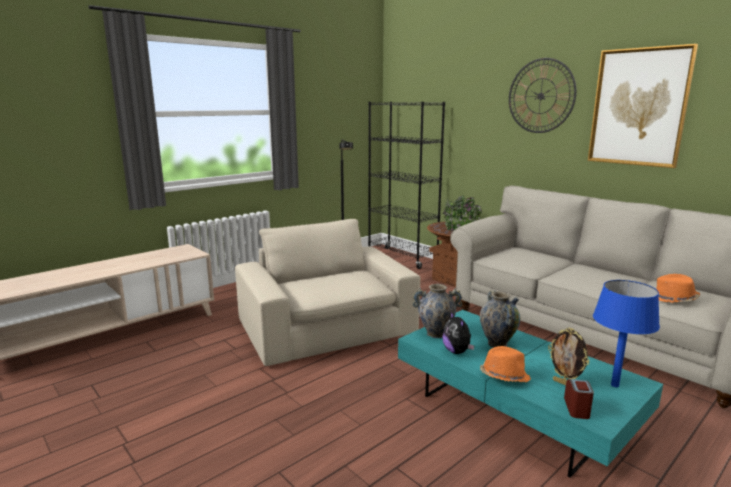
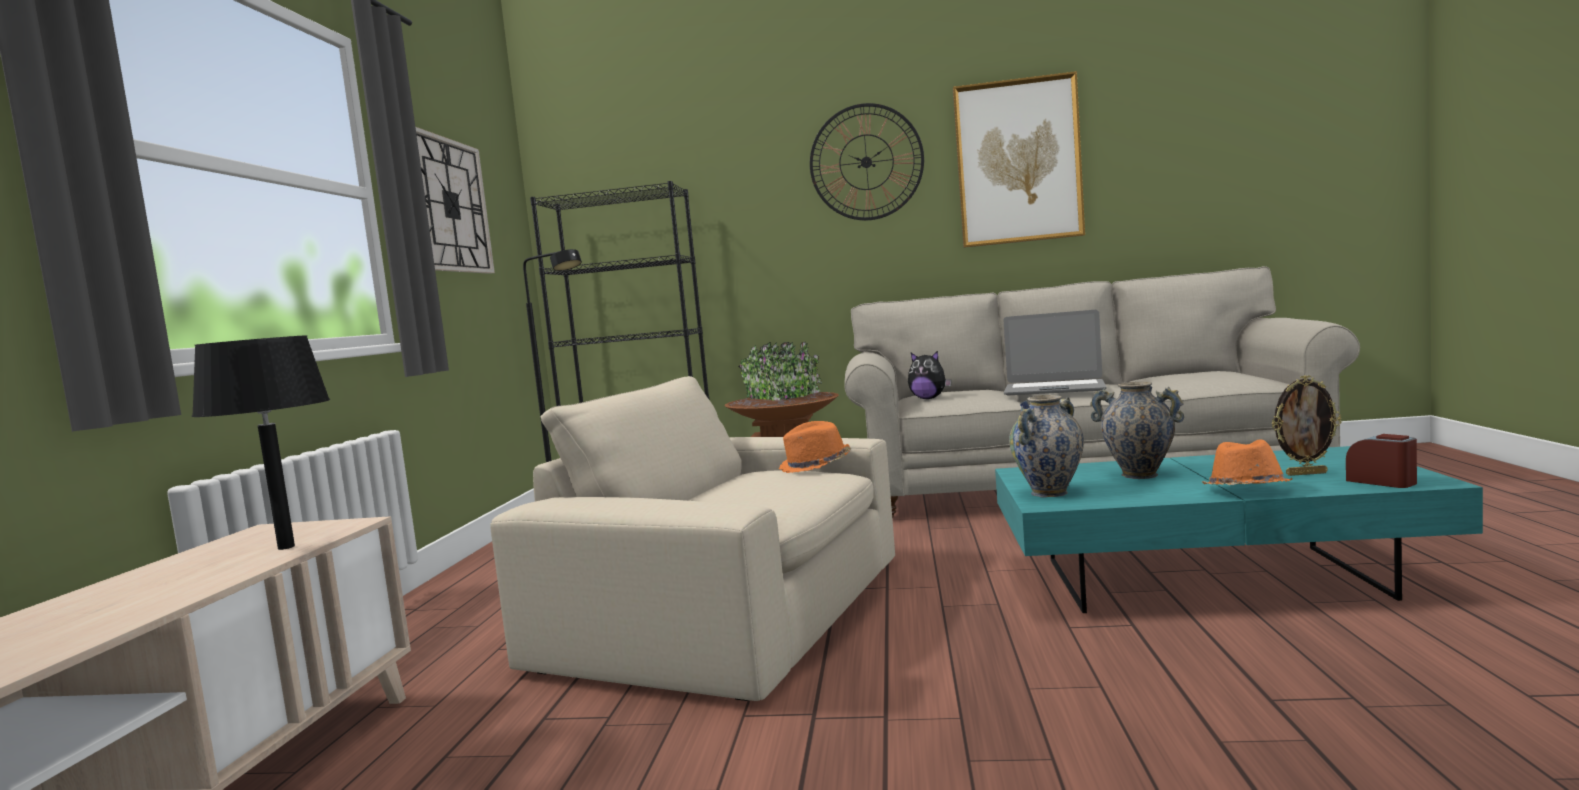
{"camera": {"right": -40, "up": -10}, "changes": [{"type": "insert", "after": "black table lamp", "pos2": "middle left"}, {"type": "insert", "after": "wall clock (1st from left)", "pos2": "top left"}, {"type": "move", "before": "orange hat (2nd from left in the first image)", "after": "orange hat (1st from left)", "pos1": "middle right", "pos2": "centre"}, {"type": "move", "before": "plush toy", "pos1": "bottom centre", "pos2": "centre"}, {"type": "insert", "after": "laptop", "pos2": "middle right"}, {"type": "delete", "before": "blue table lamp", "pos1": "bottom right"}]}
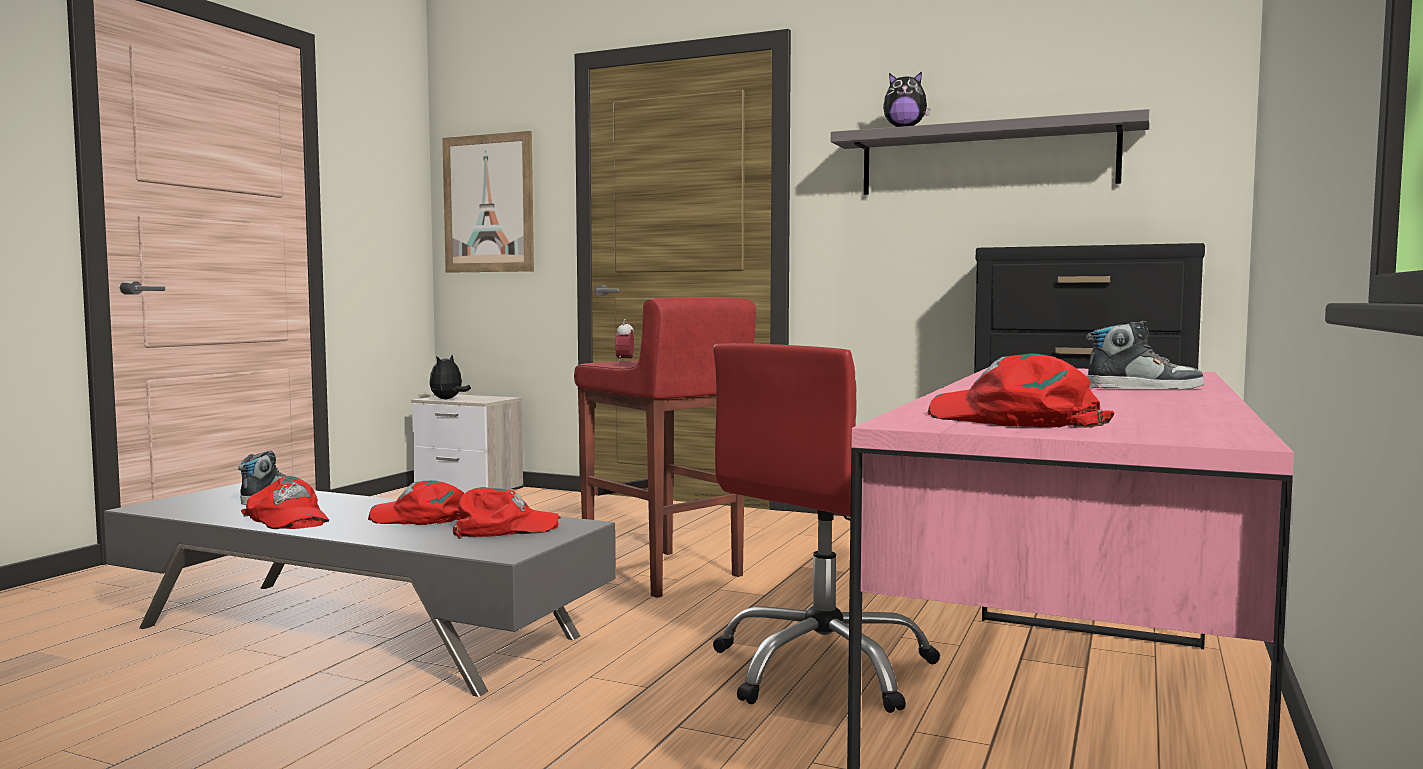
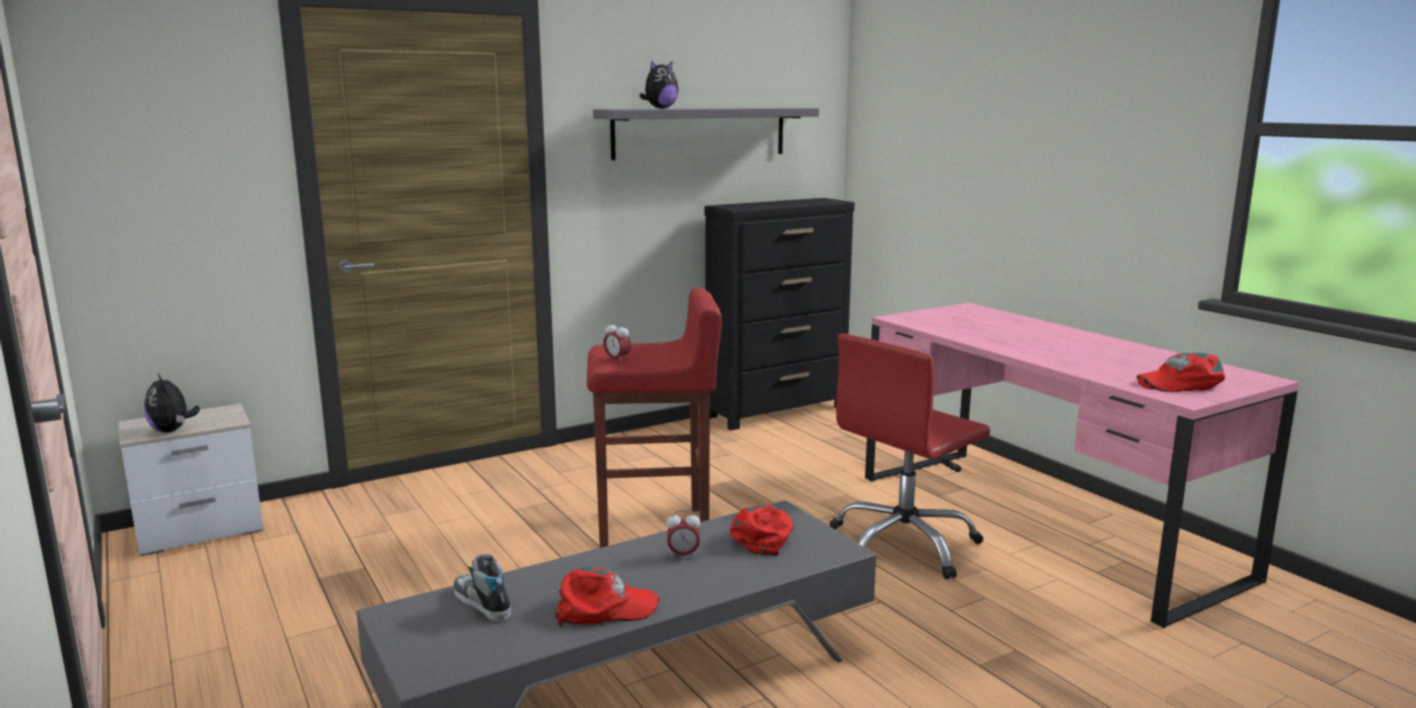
{"camera": {"right": -55, "up": 10}, "changes": [{"type": "replace", "before": "red cap (2nd from left)", "after": "alarm clock (2nd from left)", "pos1": "middle left", "pos2": "bottom centre"}, {"type": "rotate", "before": "red office chair", "pos1": "bottom centre", "pos2": "centre", "turn": 60}, {"type": "delete", "before": "picture", "pos1": "top centre"}, {"type": "delete", "before": "shoe (2nd from left)", "pos1": "middle right"}]}
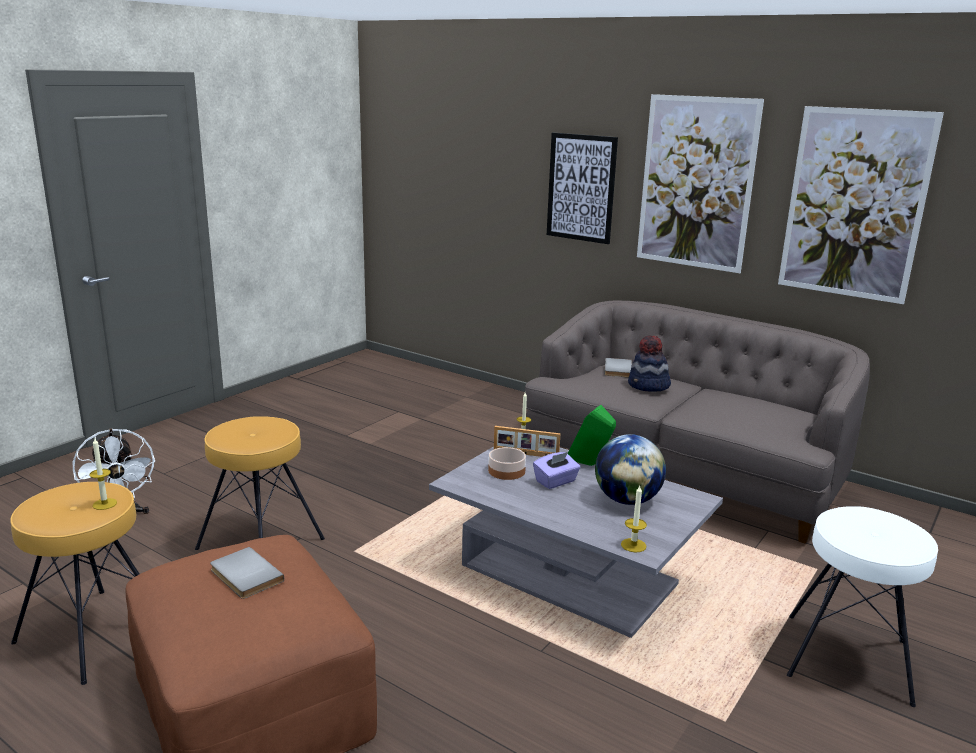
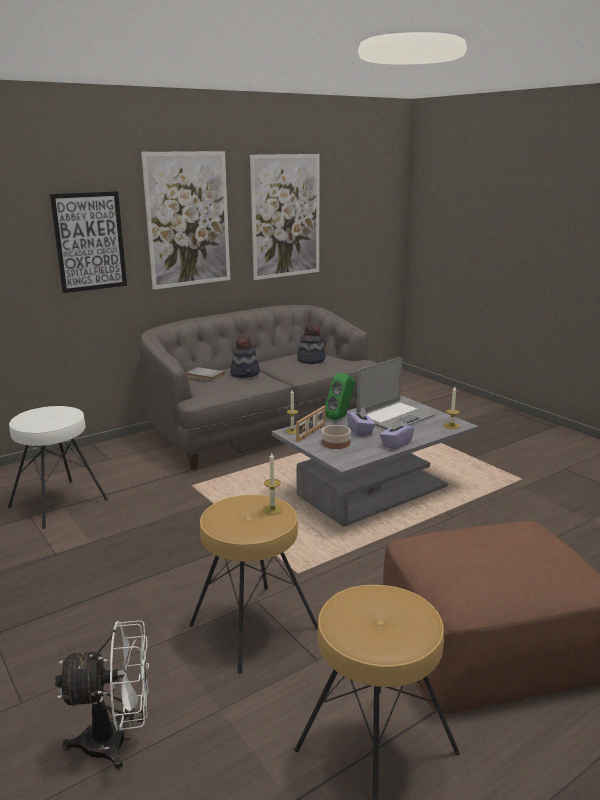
{"camera": {"right": -70, "up": 0}, "changes": [{"type": "move", "before": "white stool", "pos1": "bottom right", "pos2": "middle left"}, {"type": "move", "before": "candle (1st from left)", "pos1": "middle left", "pos2": "centre"}, {"type": "insert", "after": "hat (2nd from left)", "pos2": "centre"}, {"type": "replace", "before": "globe", "after": "laptop", "pos1": "centre", "pos2": "centre"}, {"type": "insert", "after": "purple tissue box (2nd from left)", "pos2": "centre"}, {"type": "delete", "before": "grey book (1st from left)", "pos1": "bottom left"}]}
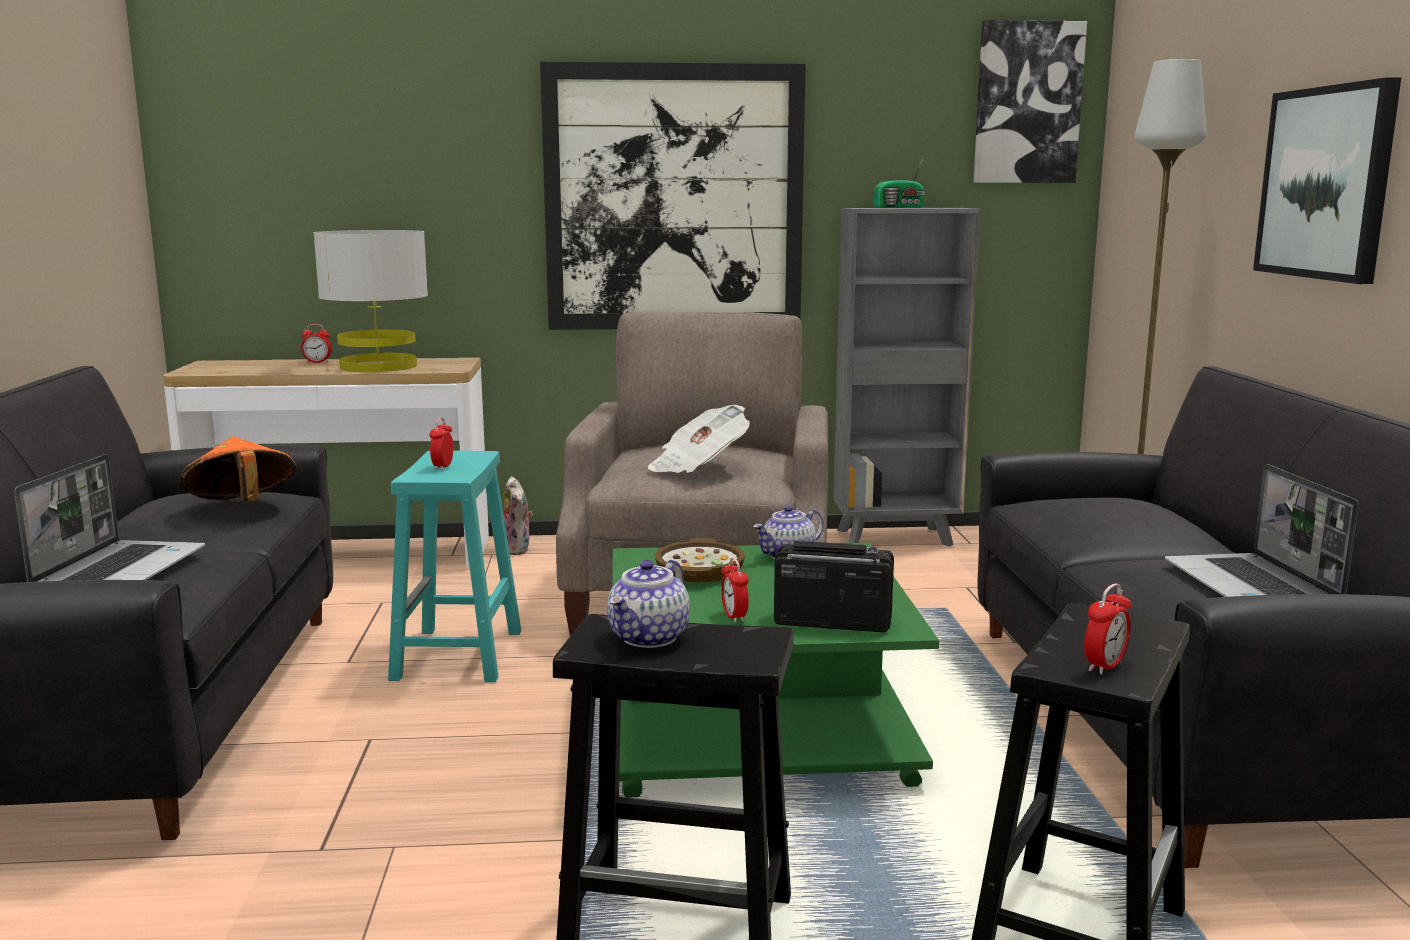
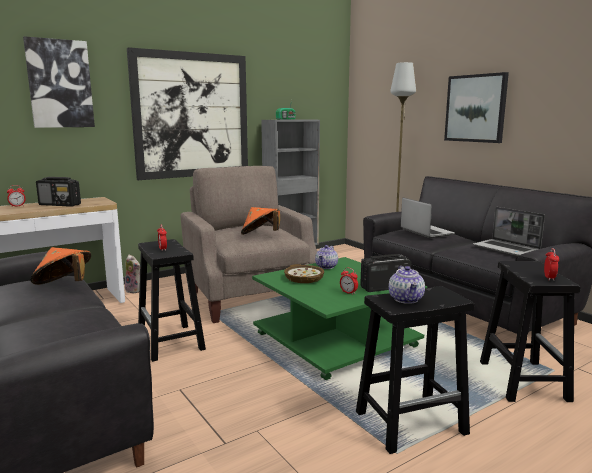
{"camera": {"right": -30, "up": 0}, "changes": [{"type": "move", "before": "picture (2nd from left in the first image)", "after": "picture (1st from left)", "pos1": "top right", "pos2": "top left"}, {"type": "replace", "before": "grey table lamp", "after": "radio (1st from left)", "pos1": "top left", "pos2": "middle left"}, {"type": "recolor", "before": "turquoise stool", "after": "black stool (1st from left)", "pos1": "middle left", "pos2": "middle left"}, {"type": "replace", "before": "newspaper", "after": "orange hat (2nd from left)", "pos1": "centre", "pos2": "centre"}, {"type": "move", "before": "laptop (1st from left)", "pos1": "middle left", "pos2": "middle right"}]}
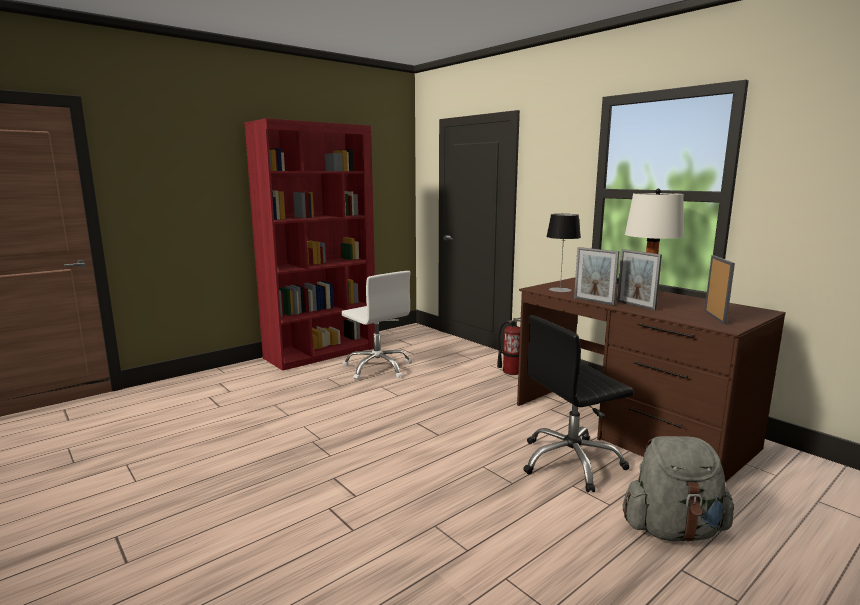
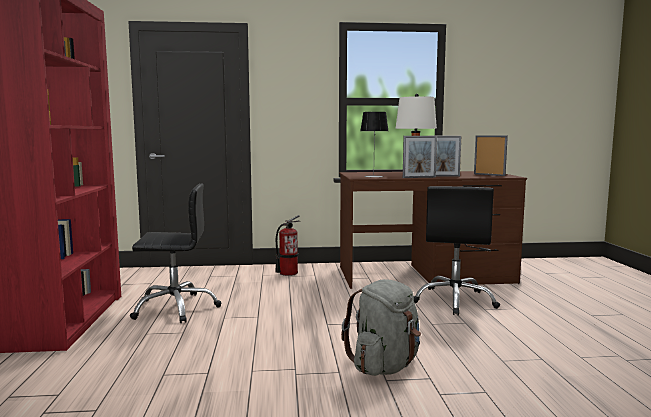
{"camera": {"right": -55, "up": -5}, "changes": [{"type": "recolor", "before": "white office chair", "after": "black office chair (1st from left)", "pos1": "centre", "pos2": "middle left"}, {"type": "move", "before": "grey backpack", "pos1": "bottom right", "pos2": "bottom centre"}]}
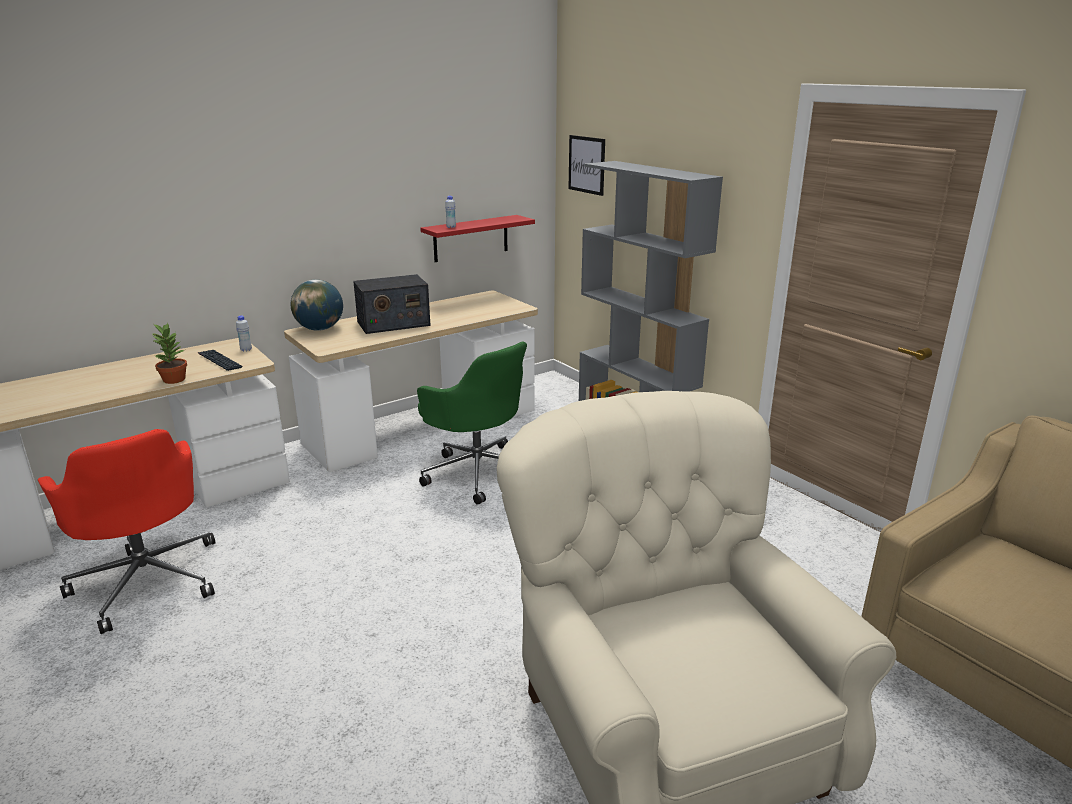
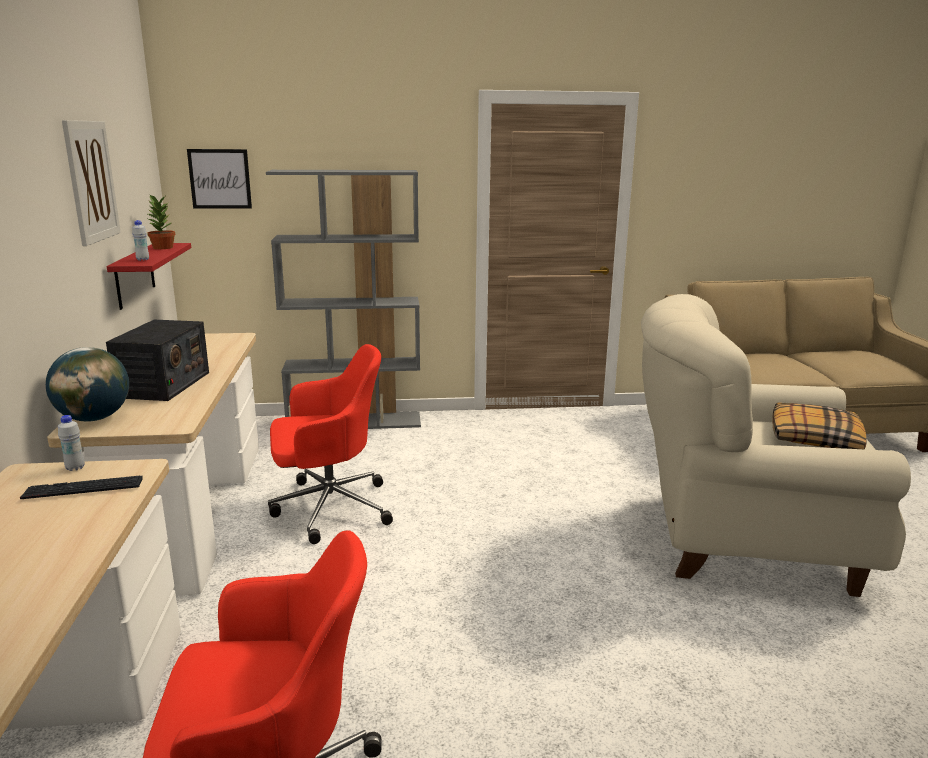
{"camera": {"right": -60, "up": -5}, "changes": [{"type": "insert", "after": "picture (1st from left)", "pos2": "top left"}, {"type": "move", "before": "potted plant", "pos1": "middle left", "pos2": "top left"}, {"type": "recolor", "before": "green office chair", "after": "red office chair (2nd from left)", "pos1": "centre", "pos2": "centre"}, {"type": "insert", "after": "pillow", "pos2": "middle right"}]}
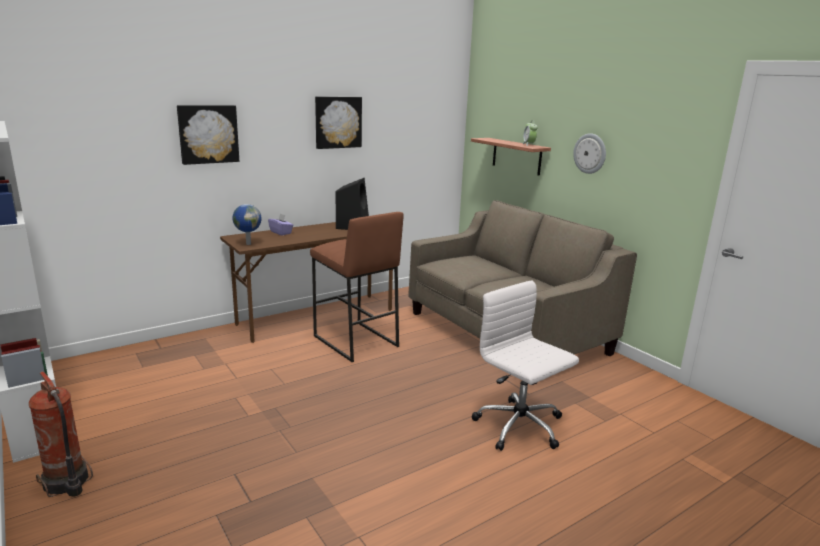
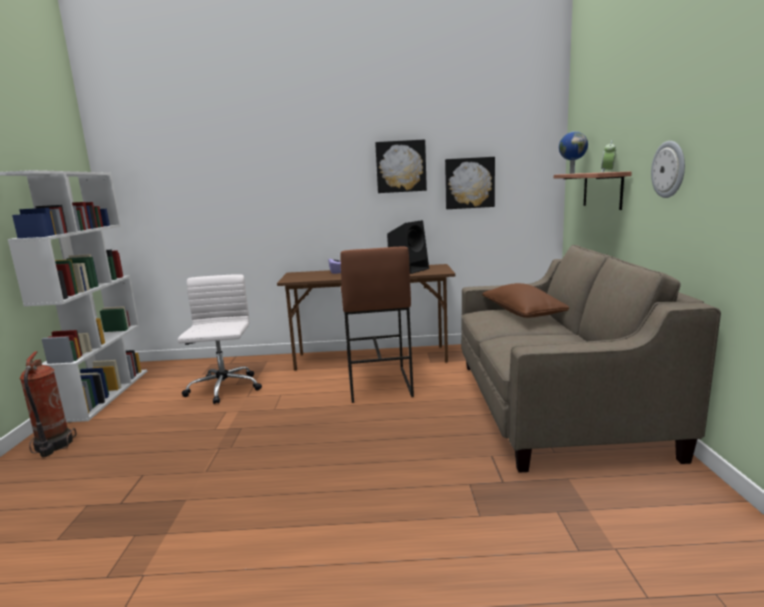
{"camera": {"right": 35, "up": -5}, "changes": [{"type": "move", "before": "white office chair", "pos1": "bottom centre", "pos2": "middle left"}, {"type": "move", "before": "picture (1st from left in the first image)", "after": "picture (2nd from left)", "pos1": "top left", "pos2": "top centre"}, {"type": "insert", "after": "brown pillow", "pos2": "middle right"}, {"type": "move", "before": "globe", "pos1": "middle left", "pos2": "top right"}]}
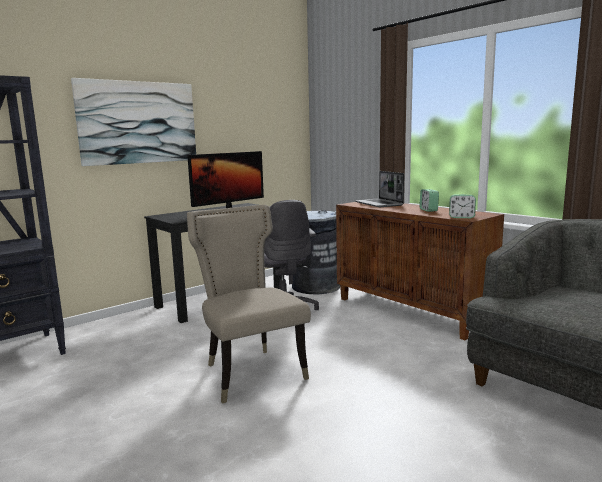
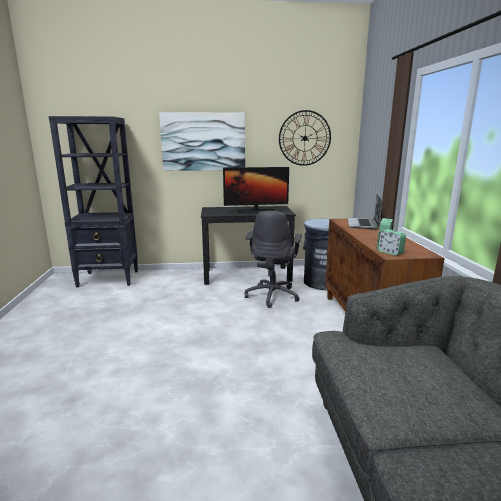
{"camera": {"right": 35, "up": 5}, "changes": [{"type": "insert", "after": "wall clock", "pos2": "top centre"}, {"type": "delete", "before": "beige chair", "pos1": "centre"}]}
